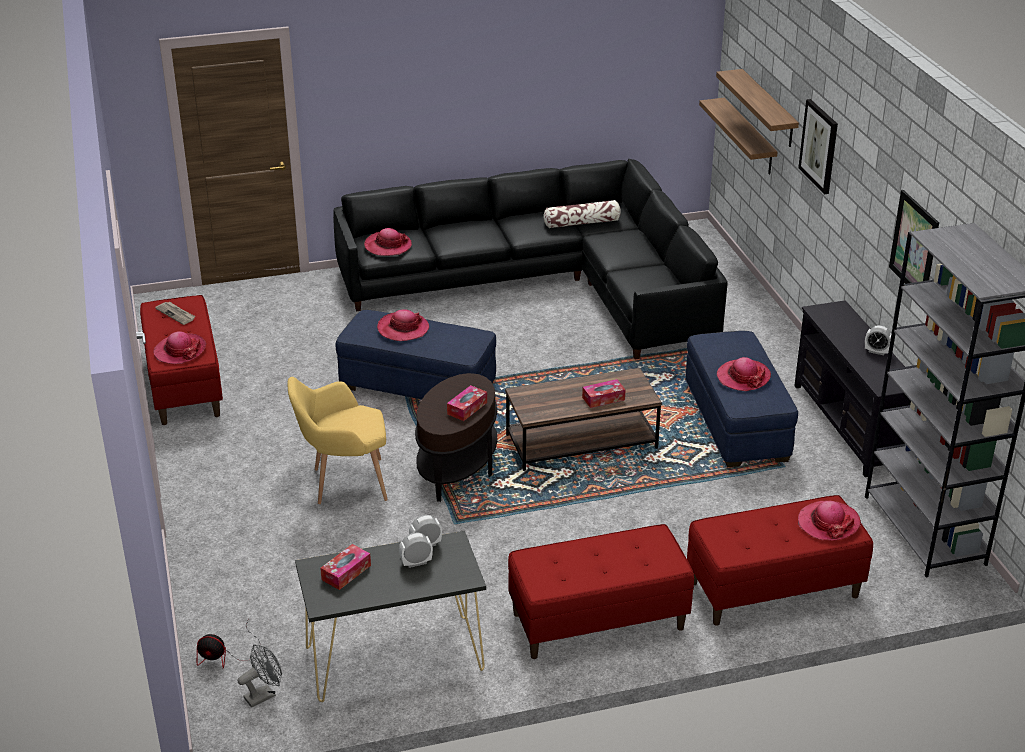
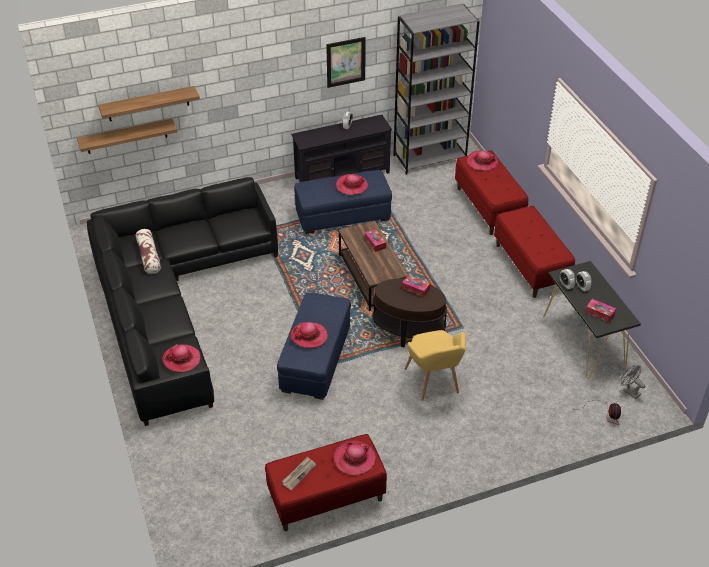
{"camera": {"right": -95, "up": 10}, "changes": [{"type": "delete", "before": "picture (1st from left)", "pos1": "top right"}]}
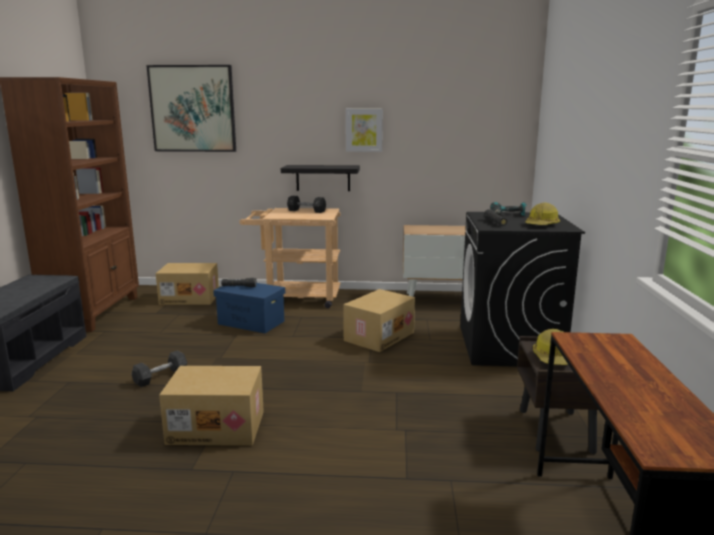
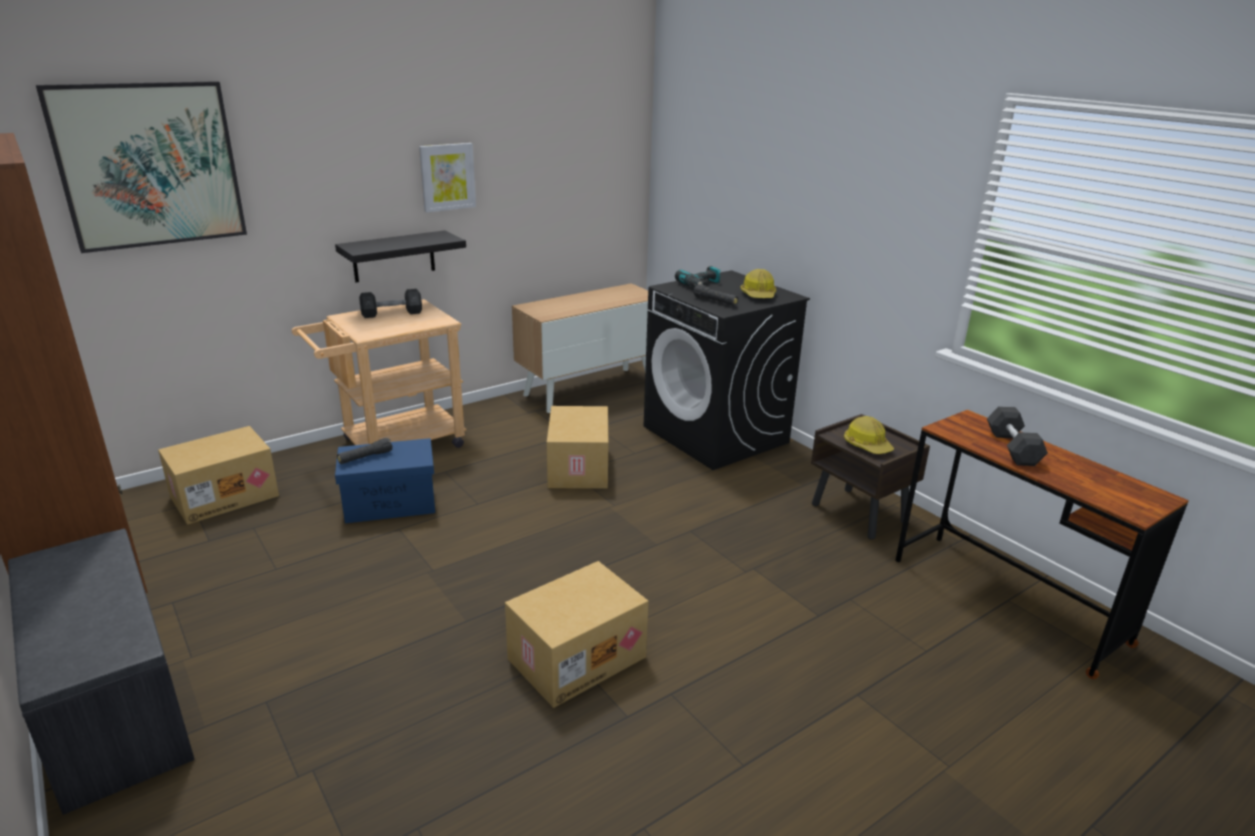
{"camera": {"right": -40, "up": 10}, "changes": [{"type": "move", "before": "grey dumbbell (1st from left in the first image)", "after": "grey dumbbell (2nd from left)", "pos1": "bottom left", "pos2": "middle right"}]}
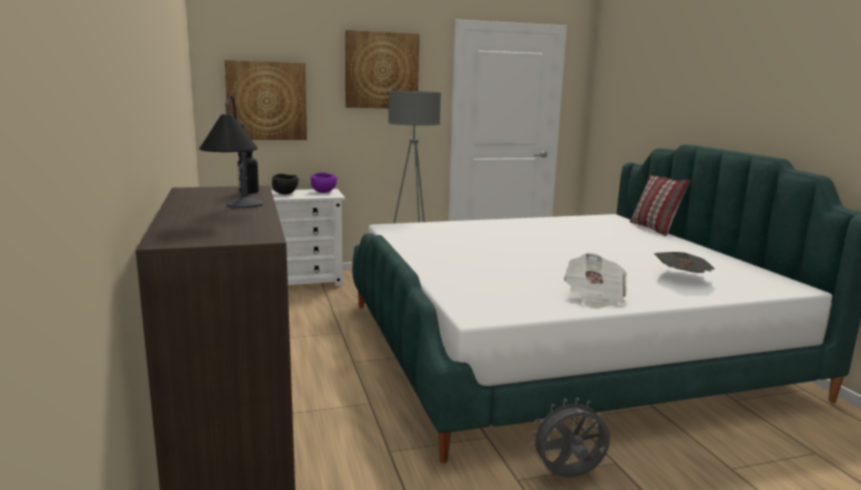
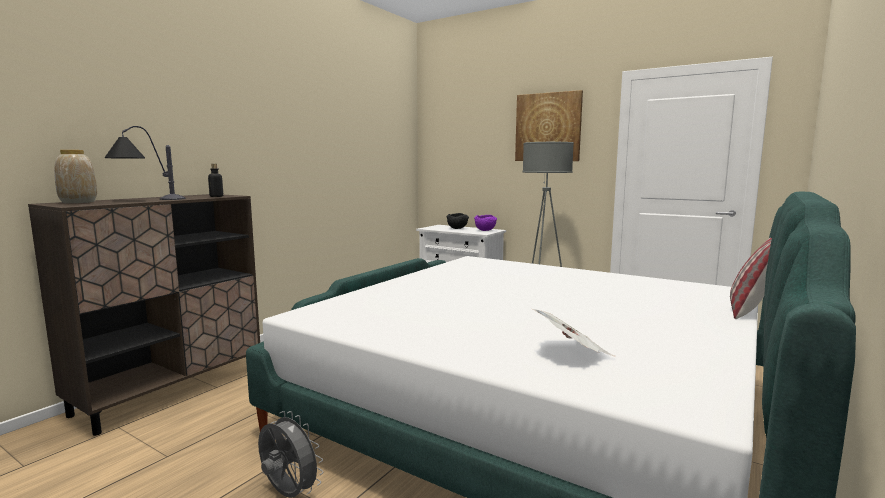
{"camera": {"right": 50, "up": -5}, "changes": [{"type": "insert", "after": "vase", "pos2": "middle left"}, {"type": "delete", "before": "picture (1st from left)", "pos1": "top left"}, {"type": "delete", "before": "newspaper (1st from left)", "pos1": "middle right"}]}
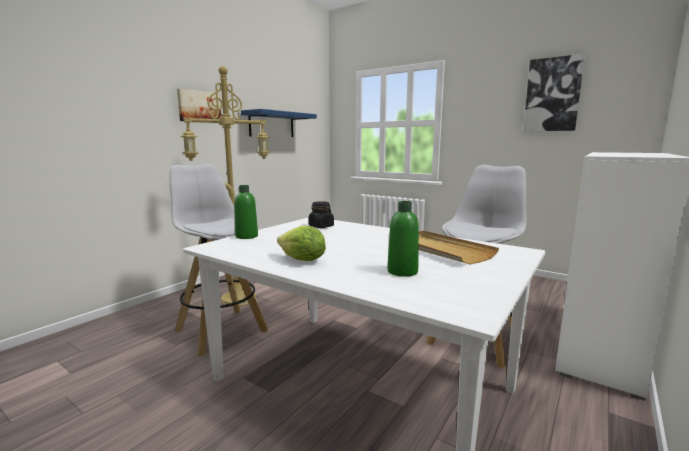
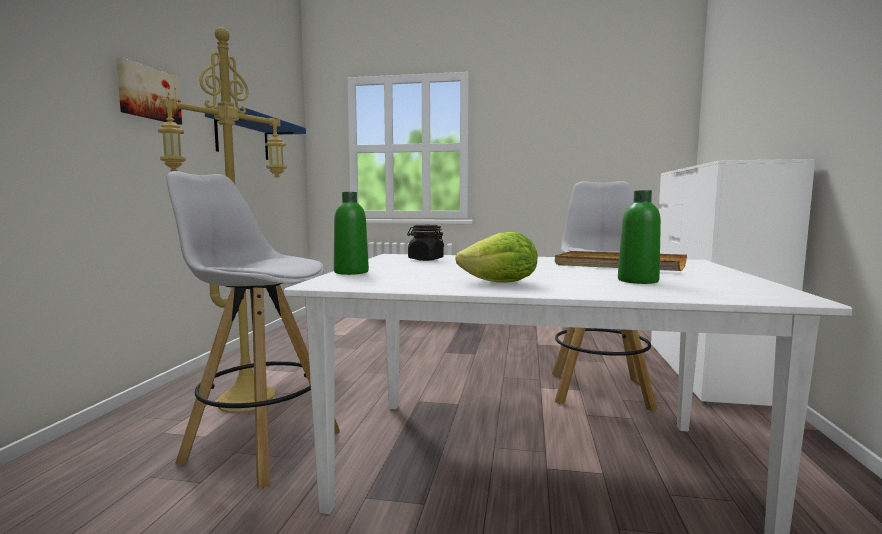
{"camera": {"right": -25, "up": -5}, "changes": [{"type": "delete", "before": "picture (2nd from left)", "pos1": "top right"}]}
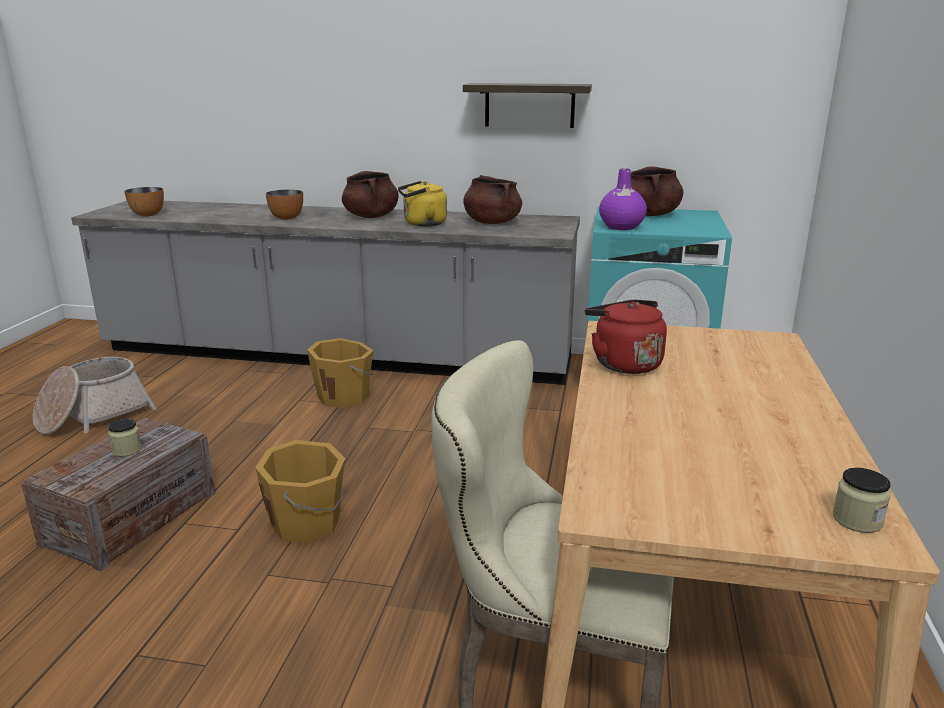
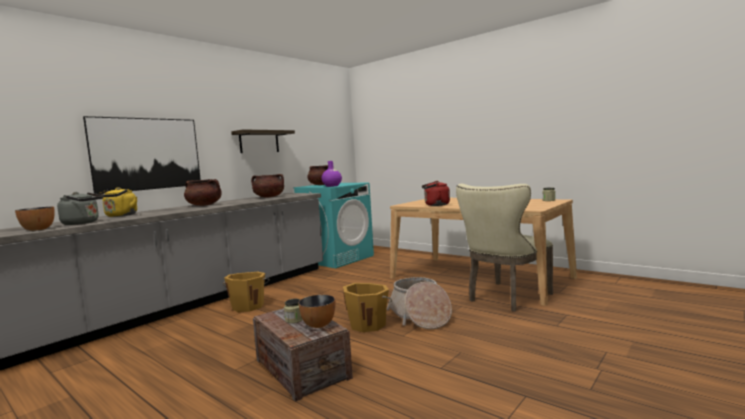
{"camera": {"right": -60, "up": -15}, "changes": [{"type": "insert", "after": "grey kettle", "pos2": "middle left"}, {"type": "insert", "after": "picture", "pos2": "middle left"}, {"type": "move", "before": "yellow kettle", "pos1": "top centre", "pos2": "middle left"}, {"type": "move", "before": "bowl (2nd from left)", "pos1": "top left", "pos2": "bottom centre"}, {"type": "move", "before": "basket", "pos1": "middle left", "pos2": "bottom centre"}]}
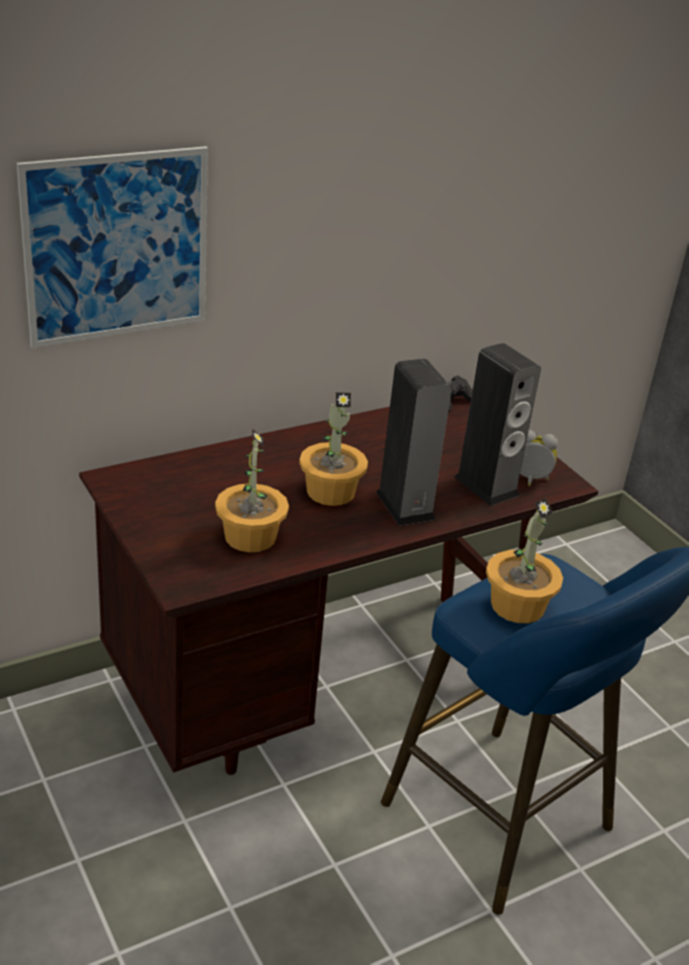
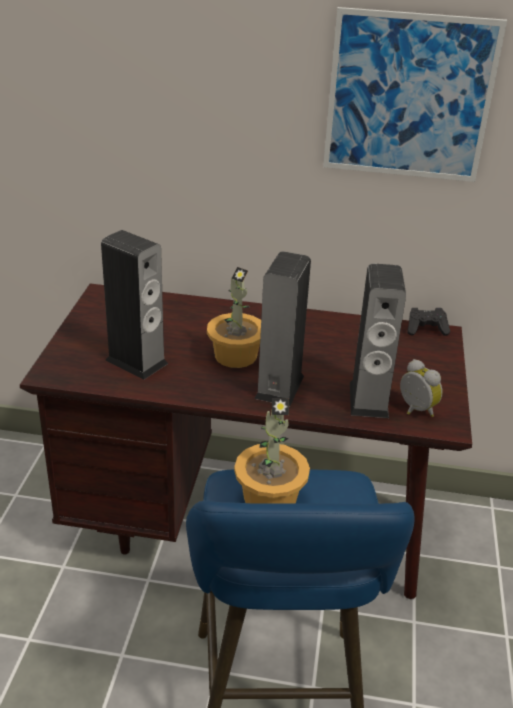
{"camera": {"right": 40, "up": 0}, "changes": [{"type": "replace", "before": "potted plant (1st from left)", "after": "speaker (1st from left)", "pos1": "centre", "pos2": "middle left"}, {"type": "move", "before": "picture", "pos1": "top left", "pos2": "top right"}]}
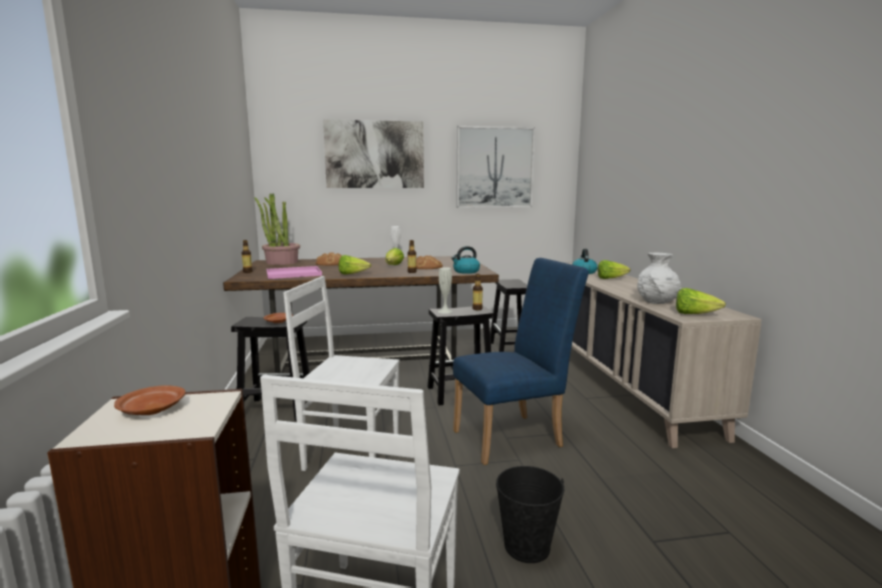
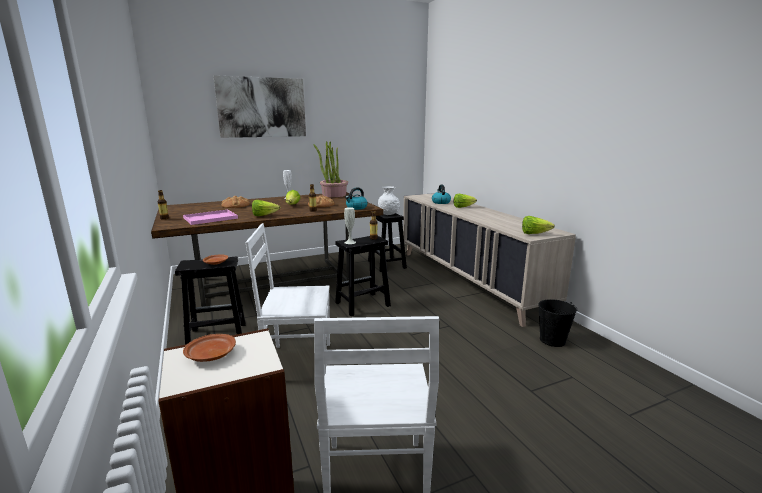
{"camera": {"right": -15, "up": 5}, "changes": [{"type": "move", "before": "potted plant", "pos1": "middle left", "pos2": "centre"}, {"type": "move", "before": "white vase (3rd from left)", "pos1": "middle right", "pos2": "centre"}, {"type": "move", "before": "black bucket", "pos1": "bottom centre", "pos2": "middle right"}, {"type": "delete", "before": "blue chair", "pos1": "centre"}, {"type": "delete", "before": "picture (2nd from left)", "pos1": "top centre"}]}
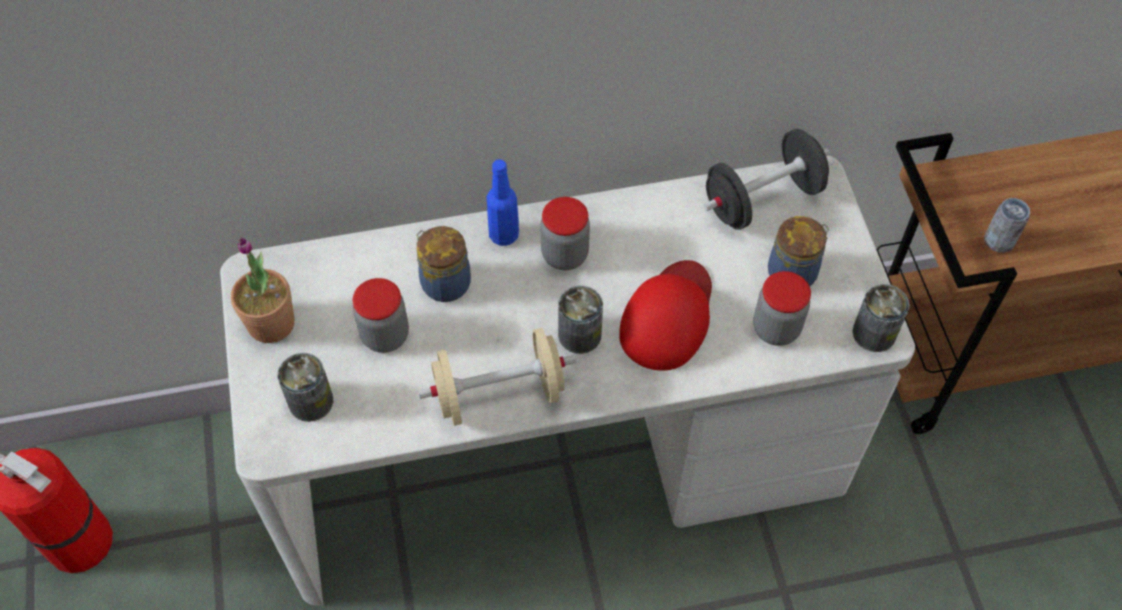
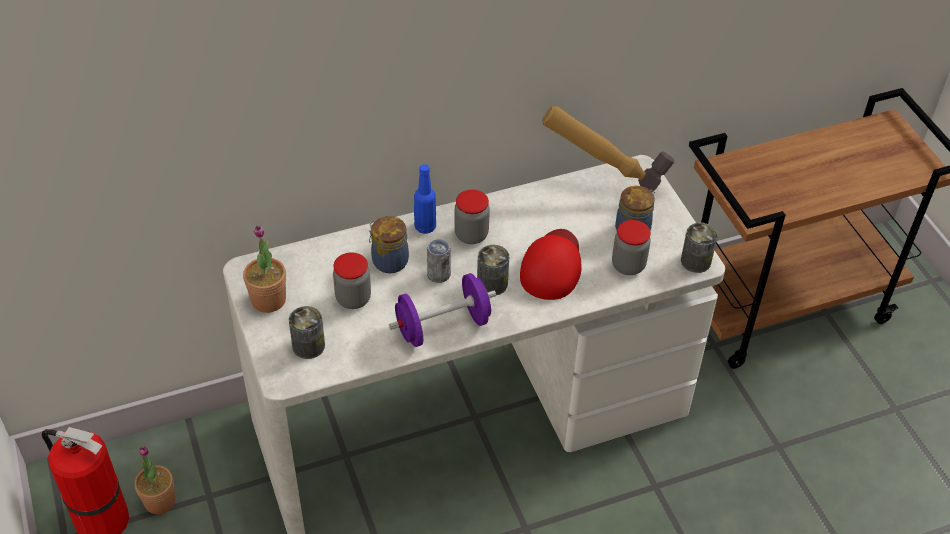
{"camera": {"right": -10, "up": -10}, "changes": [{"type": "insert", "after": "potted plant (1st from left)", "pos2": "bottom left"}, {"type": "recolor", "before": "beige dumbbell", "after": "purple dumbbell", "pos1": "centre", "pos2": "centre"}, {"type": "move", "before": "can (4th from left in the first image)", "after": "can (2nd from left)", "pos1": "middle right", "pos2": "centre"}, {"type": "replace", "before": "black dumbbell", "after": "hammer", "pos1": "top right", "pos2": "top centre"}]}
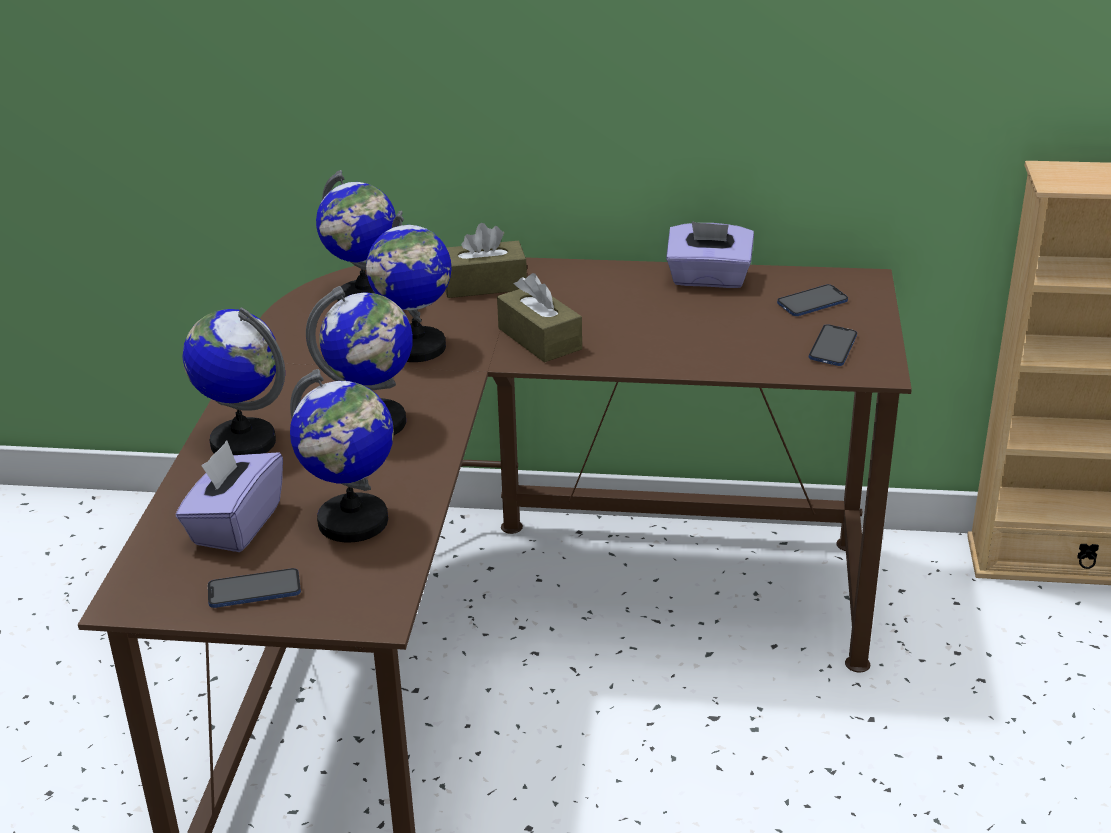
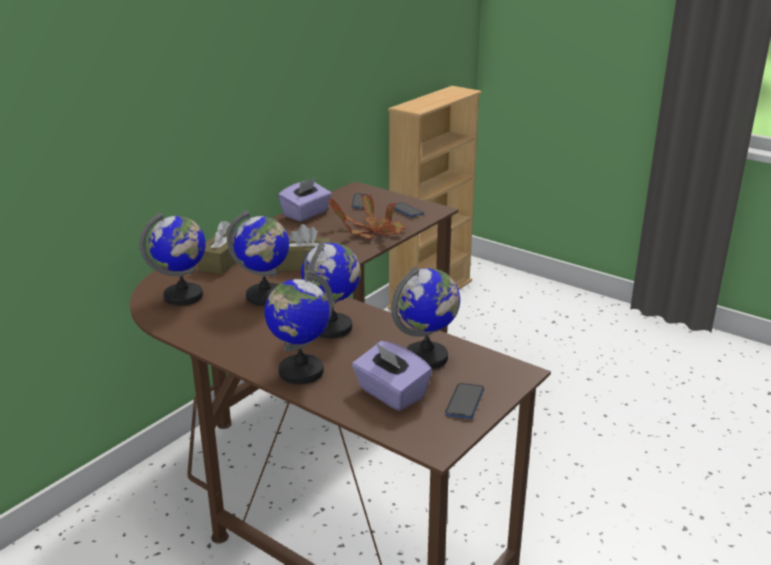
{"camera": {"right": -60, "up": -5}, "changes": [{"type": "insert", "after": "potted plant", "pos2": "centre"}]}
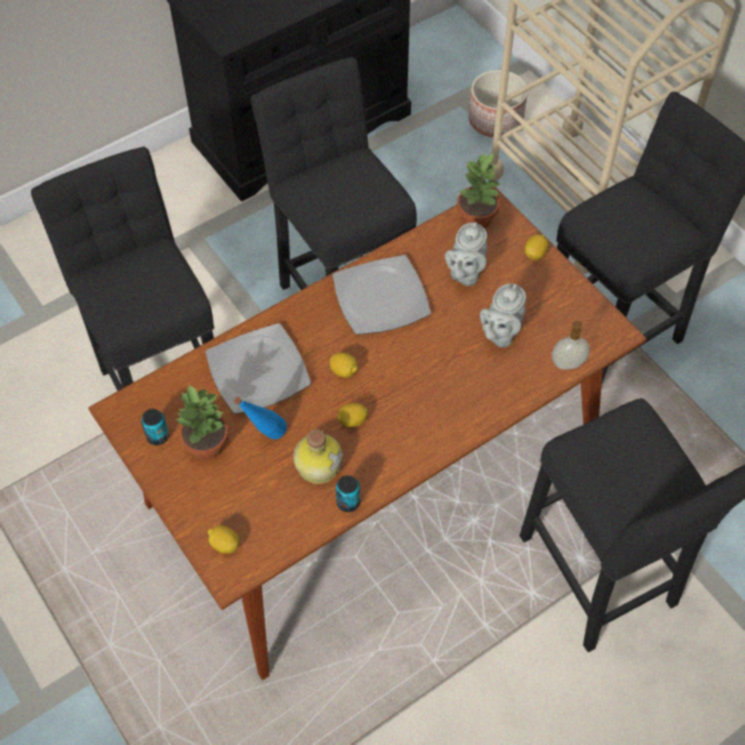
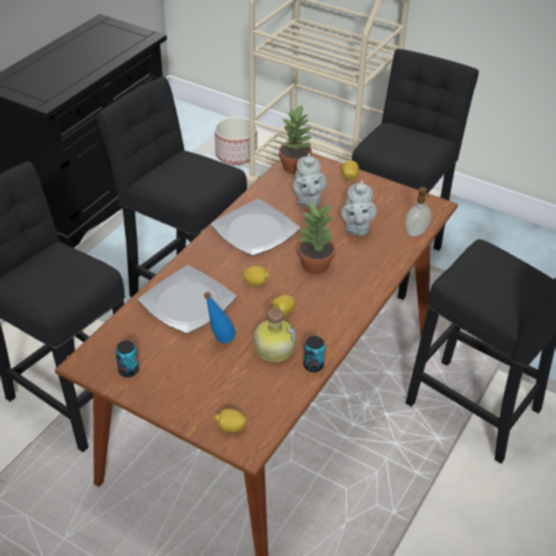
{"camera": {"right": -25, "up": -15}, "changes": [{"type": "move", "before": "potted plant (1st from left in the first image)", "after": "potted plant (2nd from left)", "pos1": "middle left", "pos2": "centre"}]}
